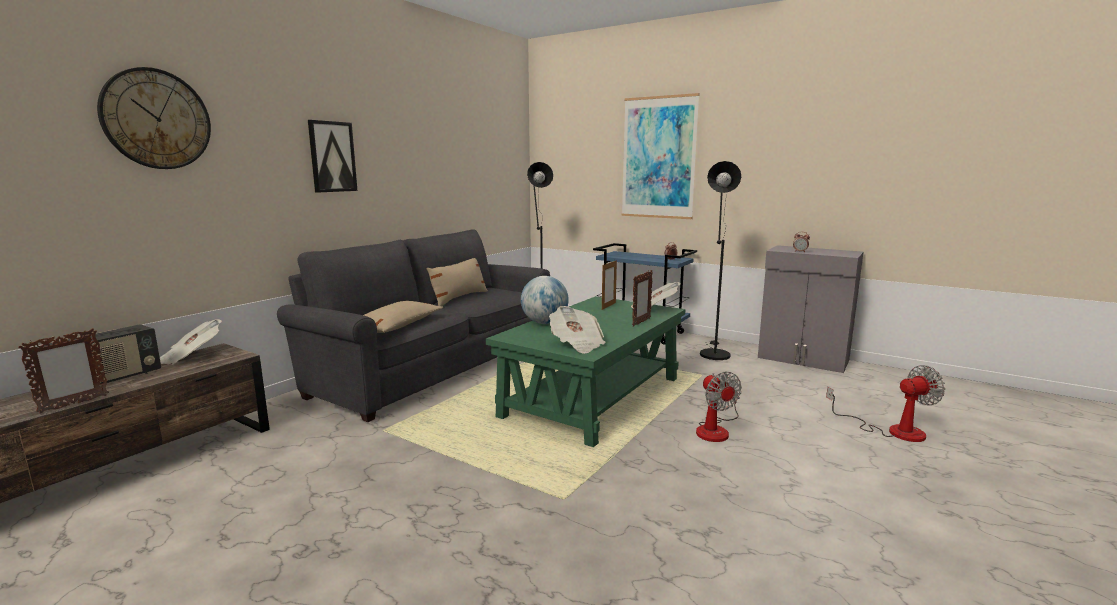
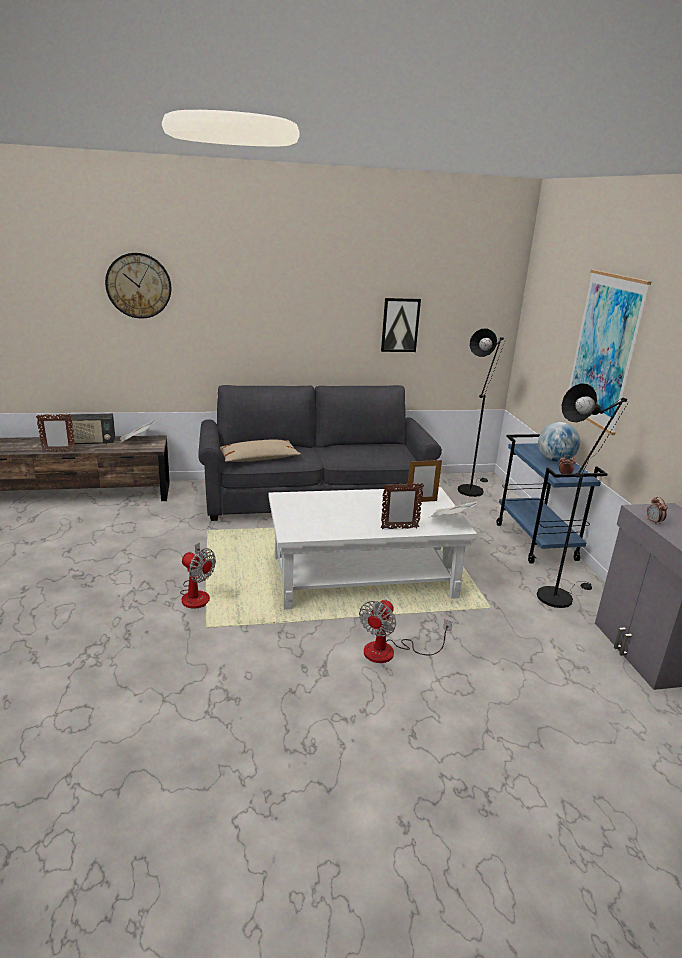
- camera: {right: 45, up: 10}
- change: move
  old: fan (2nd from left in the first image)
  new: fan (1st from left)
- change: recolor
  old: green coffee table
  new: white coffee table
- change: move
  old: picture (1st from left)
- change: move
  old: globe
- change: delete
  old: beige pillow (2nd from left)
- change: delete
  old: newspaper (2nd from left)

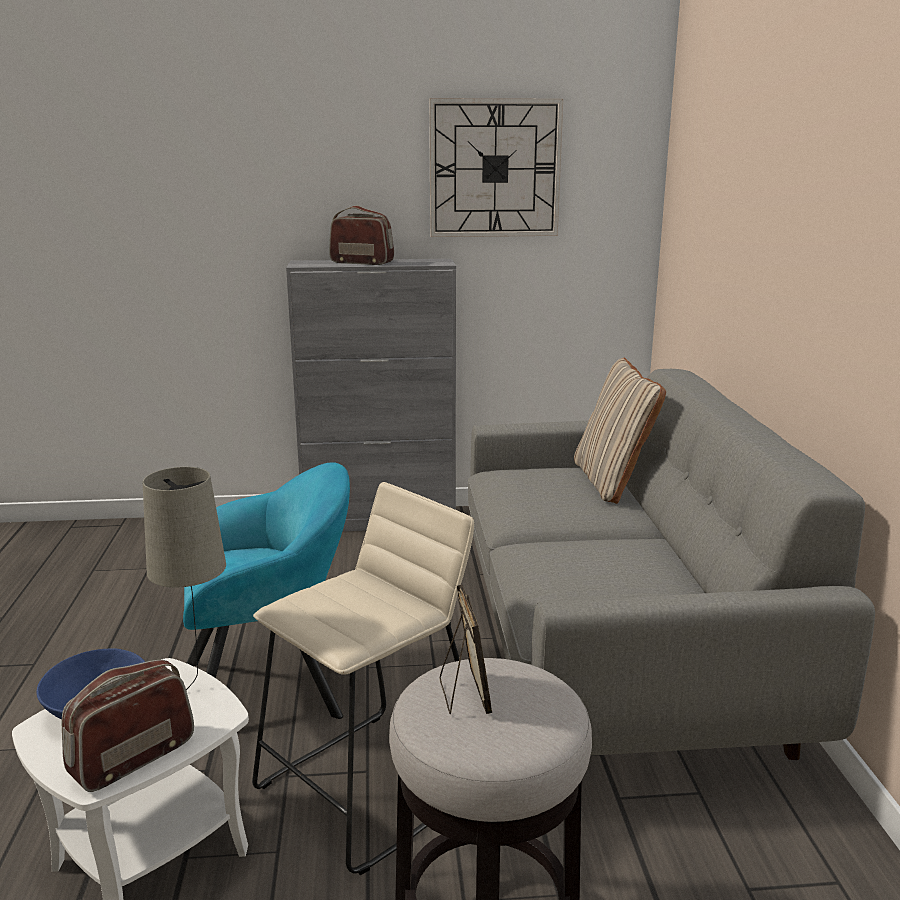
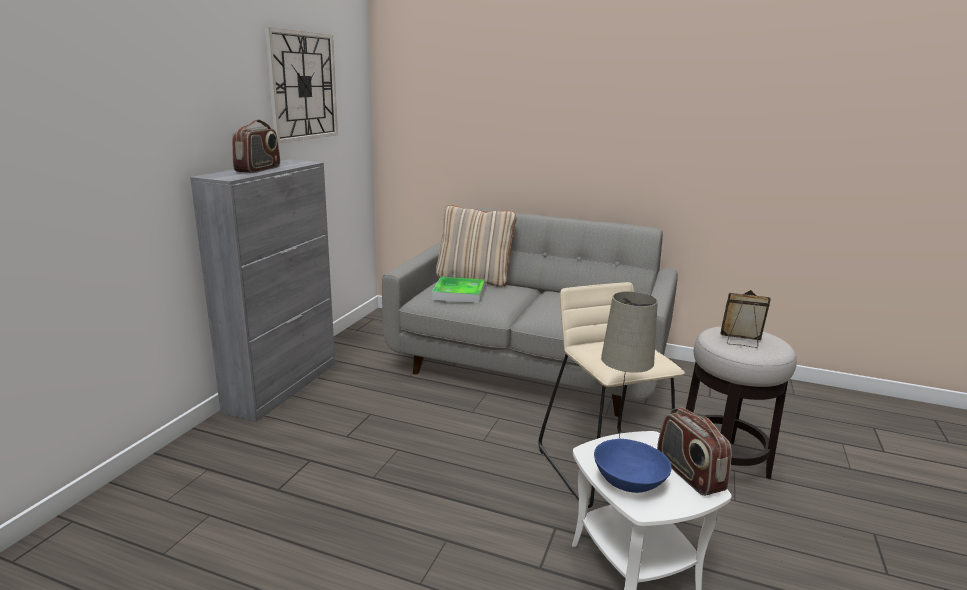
- camera: {right: -65, up: 0}
- change: rotate
  old: radio (2nd from left in the first image)
  degrees: 150
- change: insert
  new: tray
- change: delete
  old: turquoise armchair

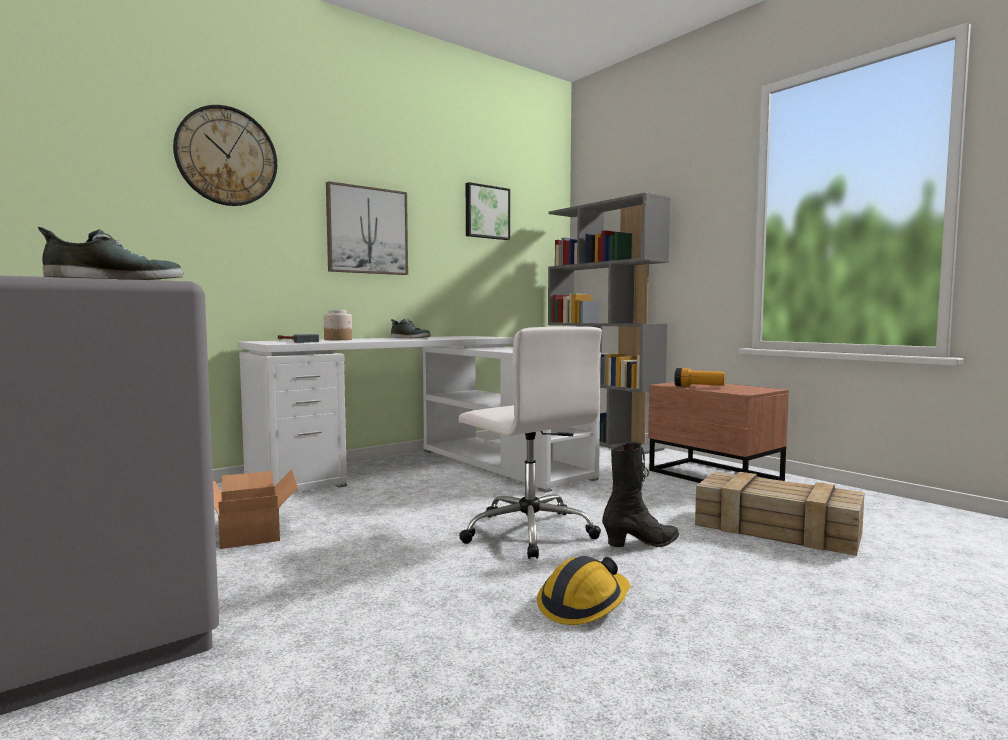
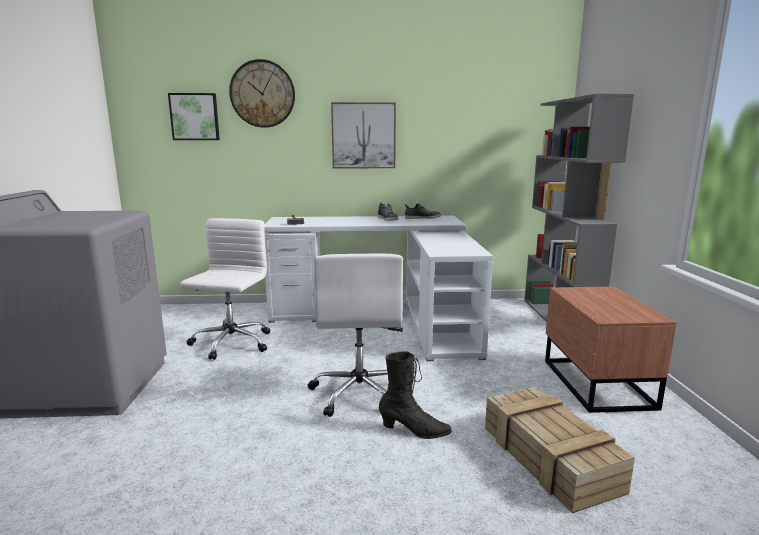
- camera: {right: 35, up: 10}
- change: move
  old: picture (2nd from left in the first image)
  new: picture (1st from left)
- change: replace
  old: cardboard box
  new: white office chair (1st from left)
- change: move
  old: shoe (1st from left in the first image)
  new: shoe (2nd from left)
- change: delete
  old: jar
- change: delete
  old: hard hat
- change: delete
  old: flashlight

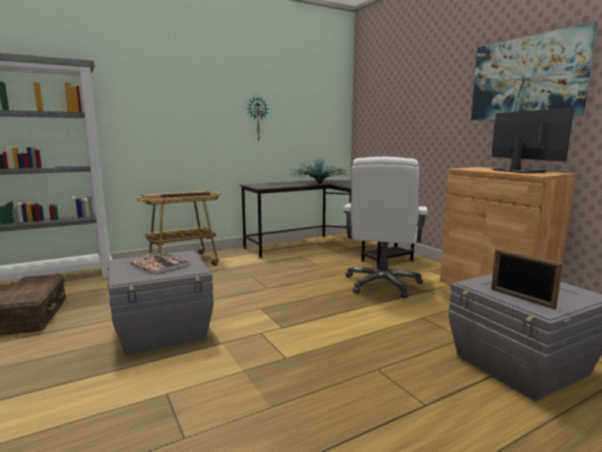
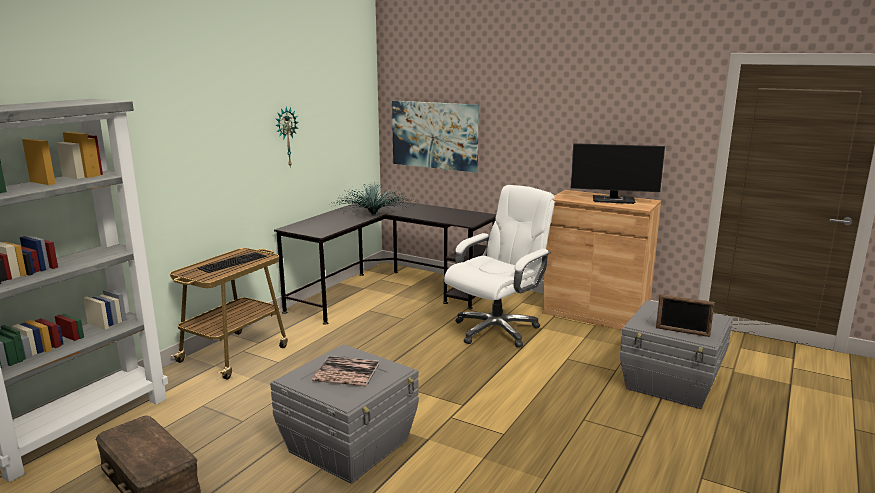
- camera: {right: -30, up: 5}
- change: move
  old: picture
- change: rotate
  old: white office chair
  degrees: -120
- change: rotate
  old: monitor
  degrees: 150

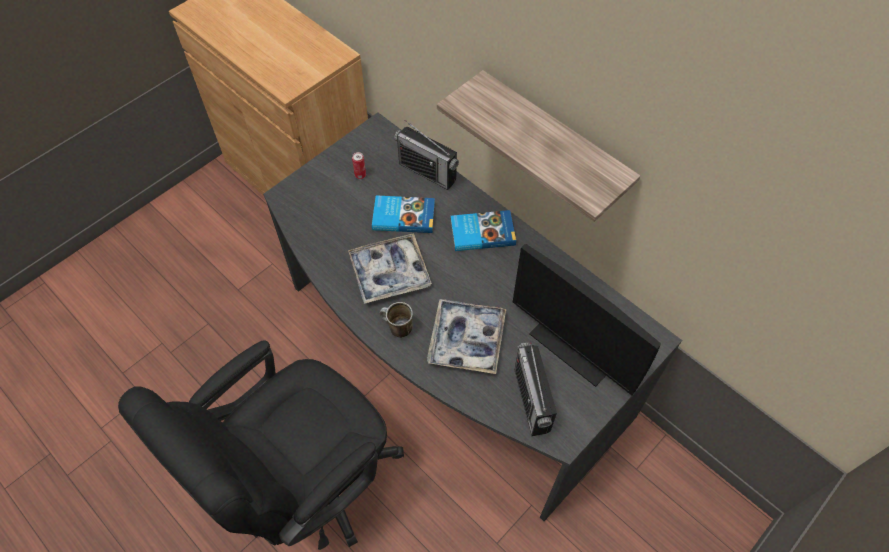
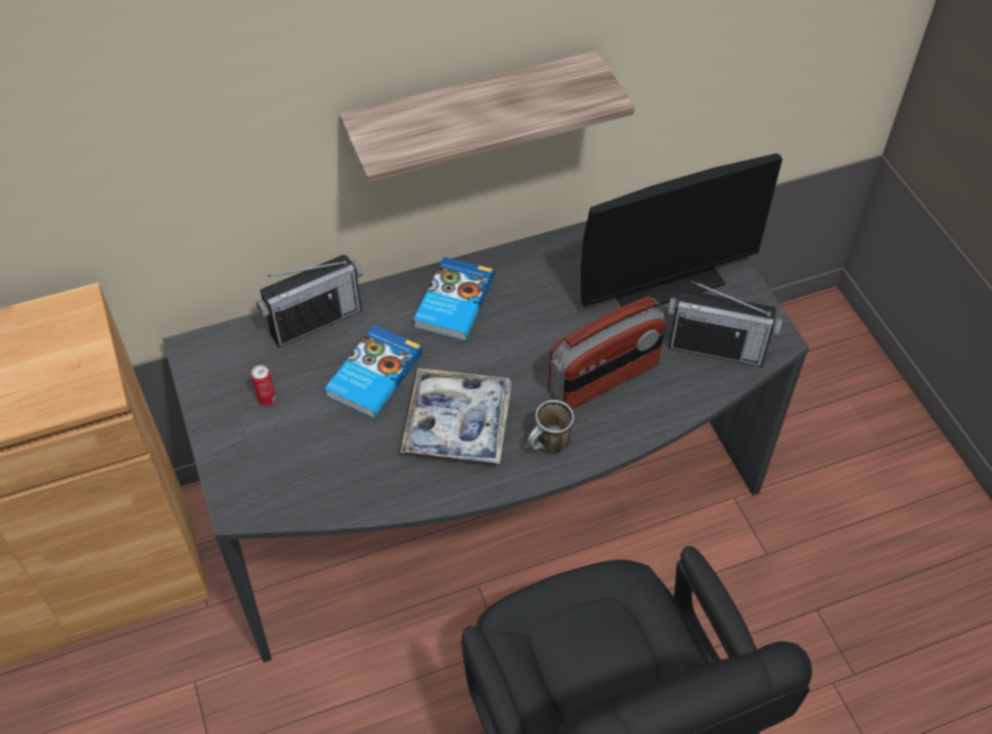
- camera: {right: -65, up: -5}
- change: replace
  old: tray (2nd from left)
  new: radio (2nd from left)

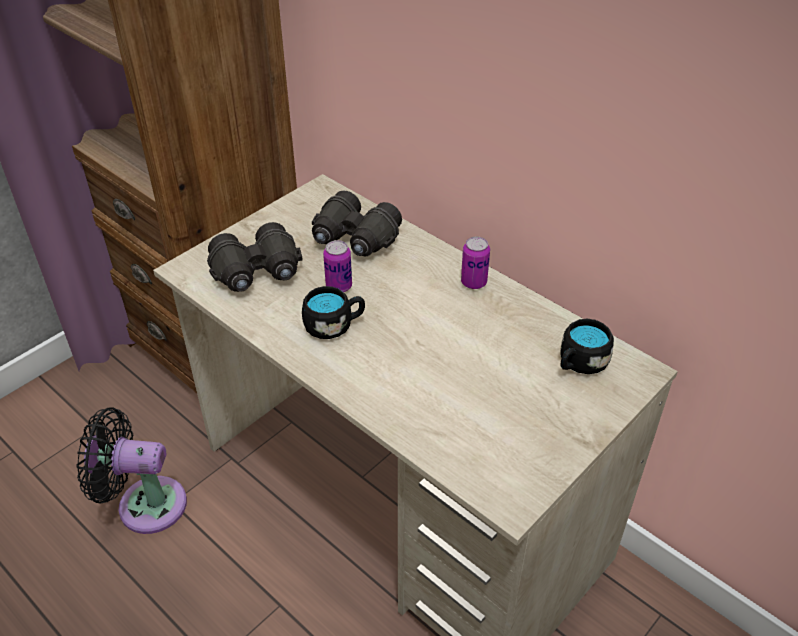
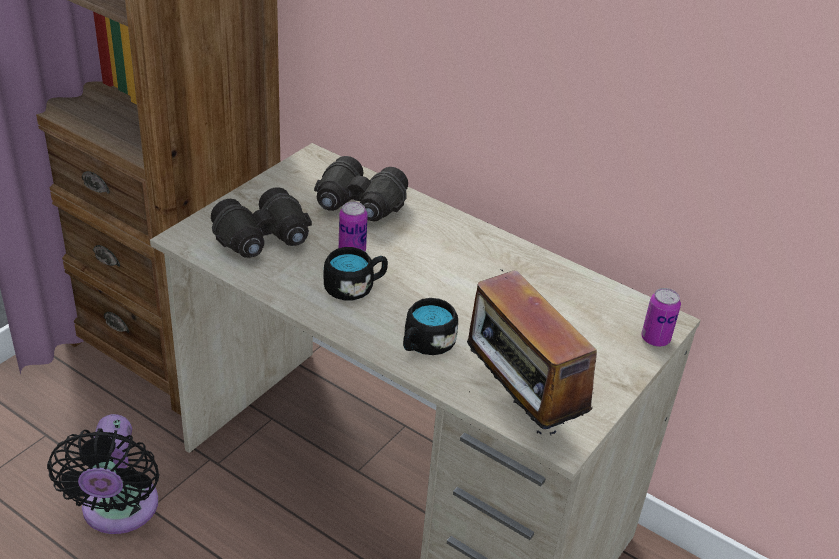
- camera: {right: -10, up: -5}
- change: rotate
  old: black fan
  degrees: -90
- change: move
  old: black mug (2nd from left)
- change: insert
  new: radio
- change: move
  old: can (2nd from left)

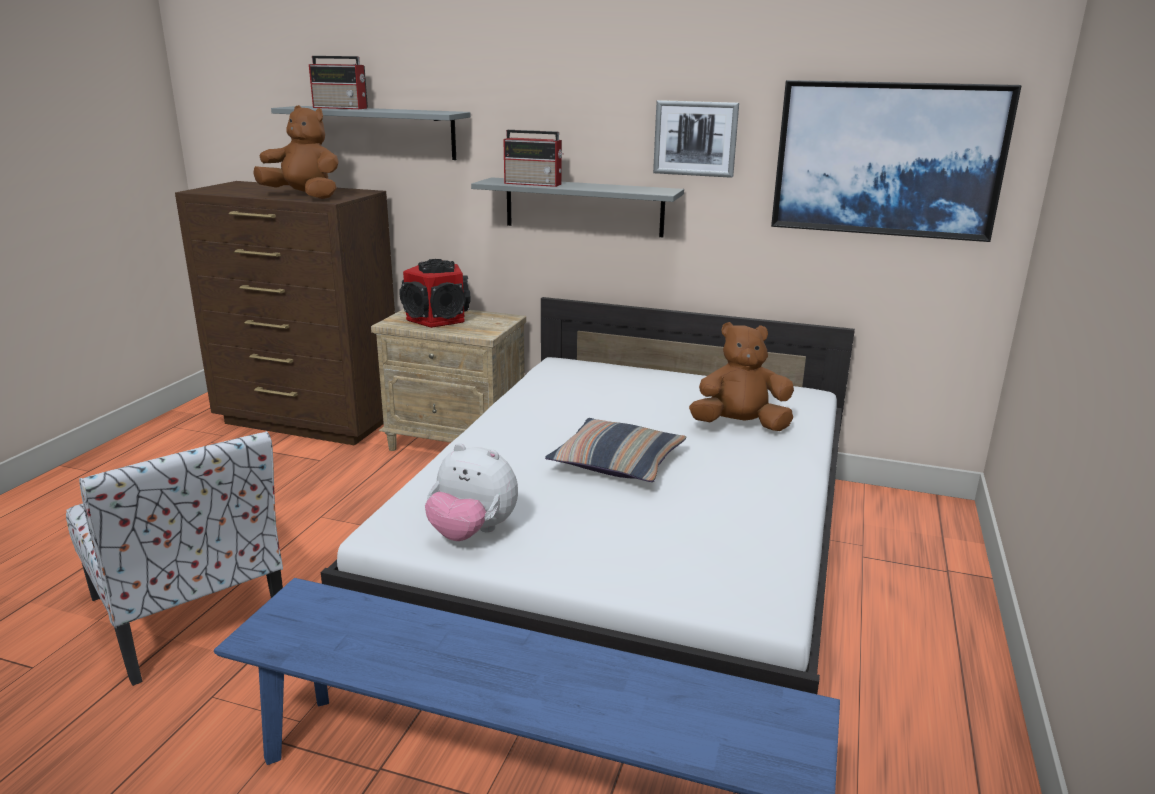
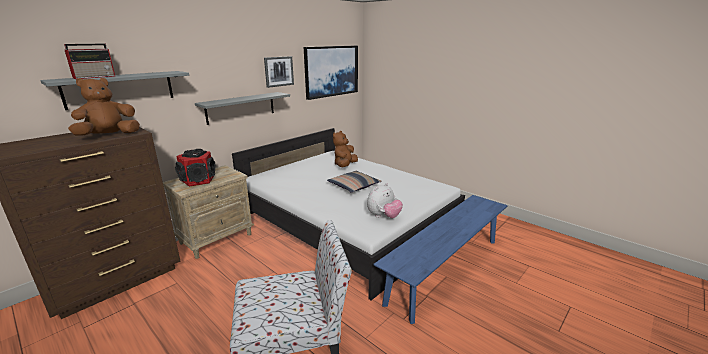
- camera: {right: -65, up: 0}
- change: delete
  old: radio (2nd from left)

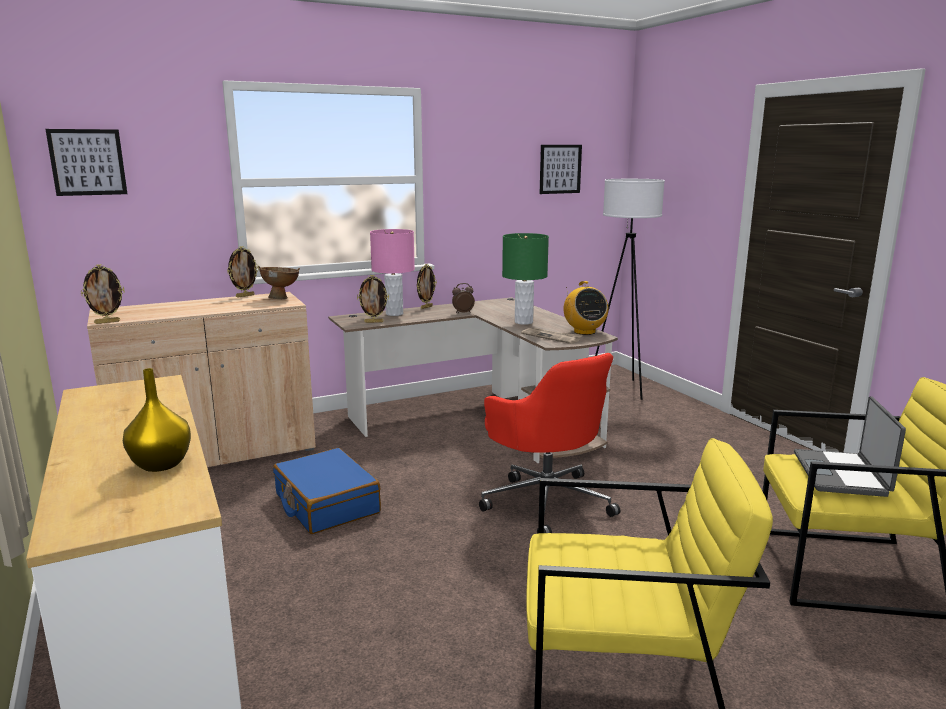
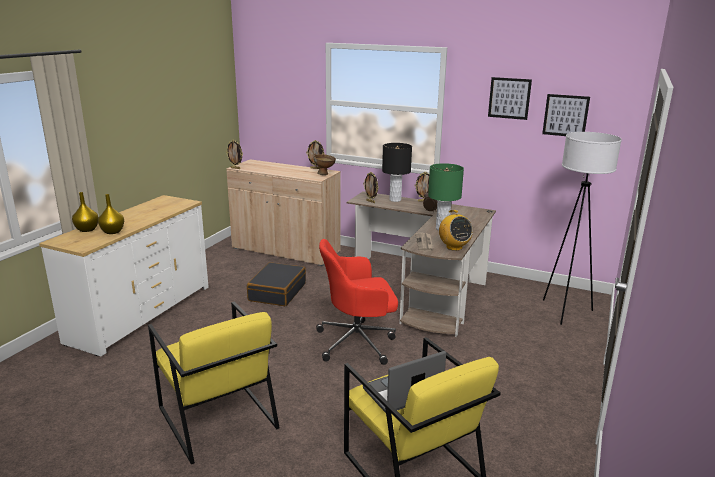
- camera: {right: 50, up: 5}
- change: insert
  new: yellow vase (1st from left)
- change: recolor
  old: blue suitcase
  new: black suitcase
- change: rotate
  old: red office chair
  degrees: 60
- change: recolor
  old: pink table lamp
  new: black table lamp
- change: rotate
  old: radio
  degrees: -60
- change: move
  old: picture (1st from left)

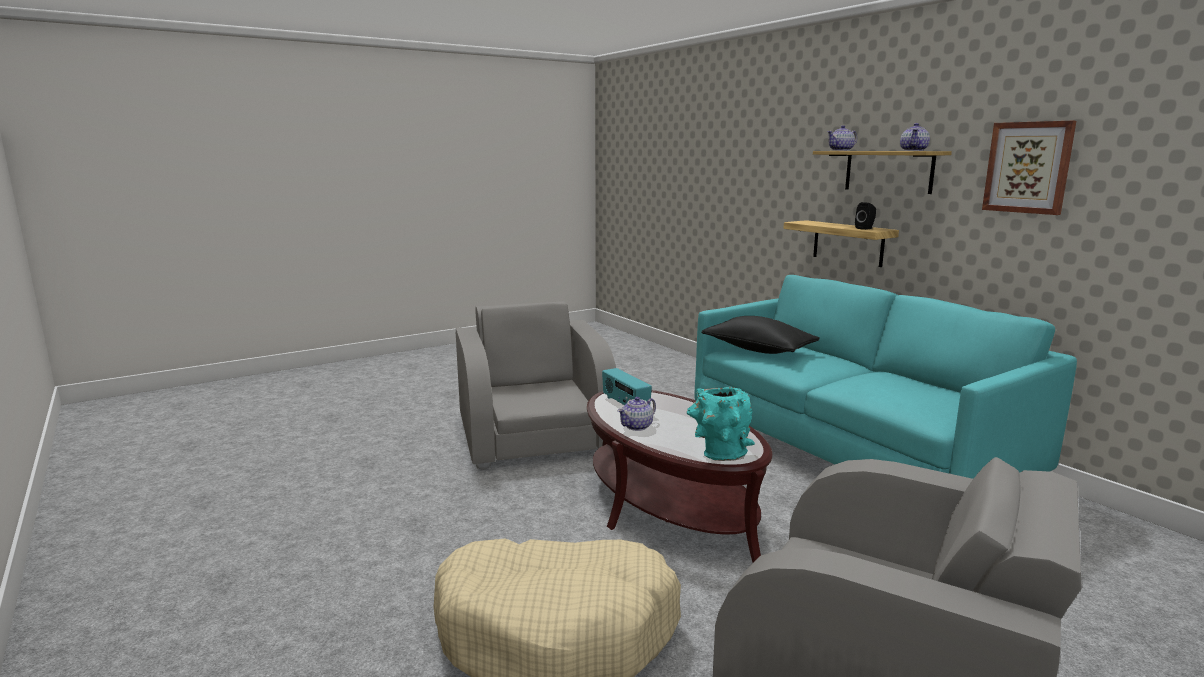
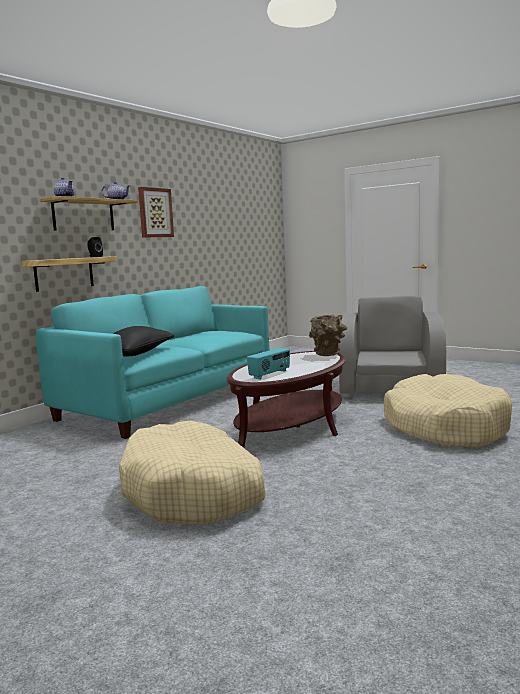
- camera: {right: -110, up: -5}
- change: replace
  old: grey armchair (1st from left)
  new: beige dog bed (1st from left)
- change: recolor
  old: turquoise vase
  new: brown vase
- change: delete
  old: teapot (1st from left)

